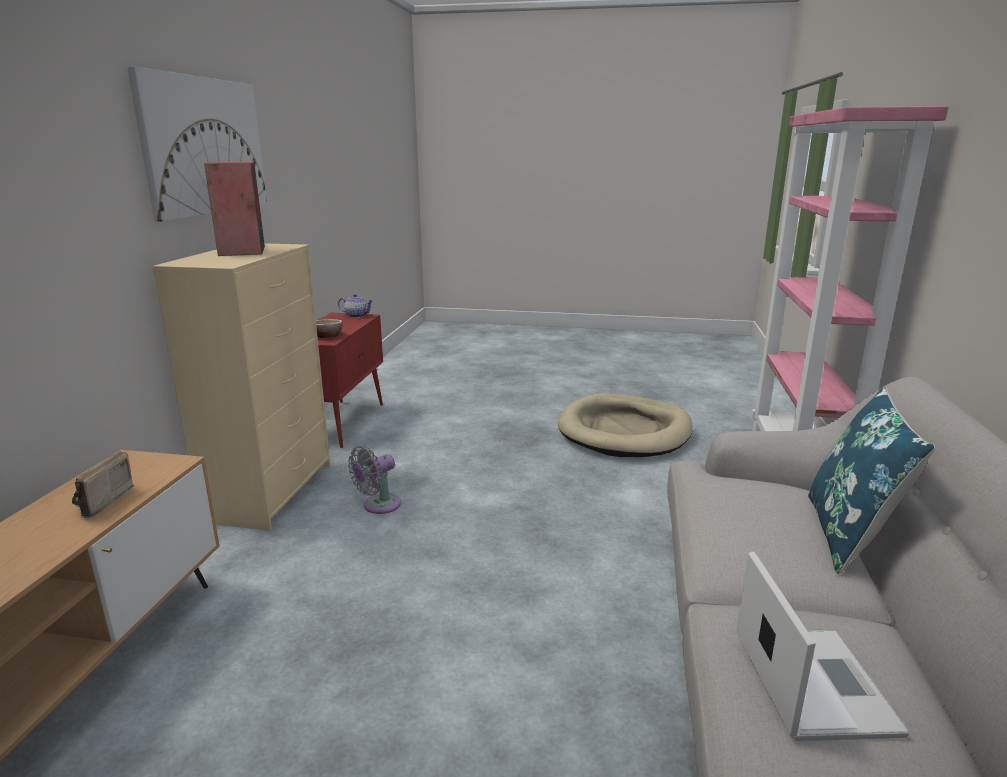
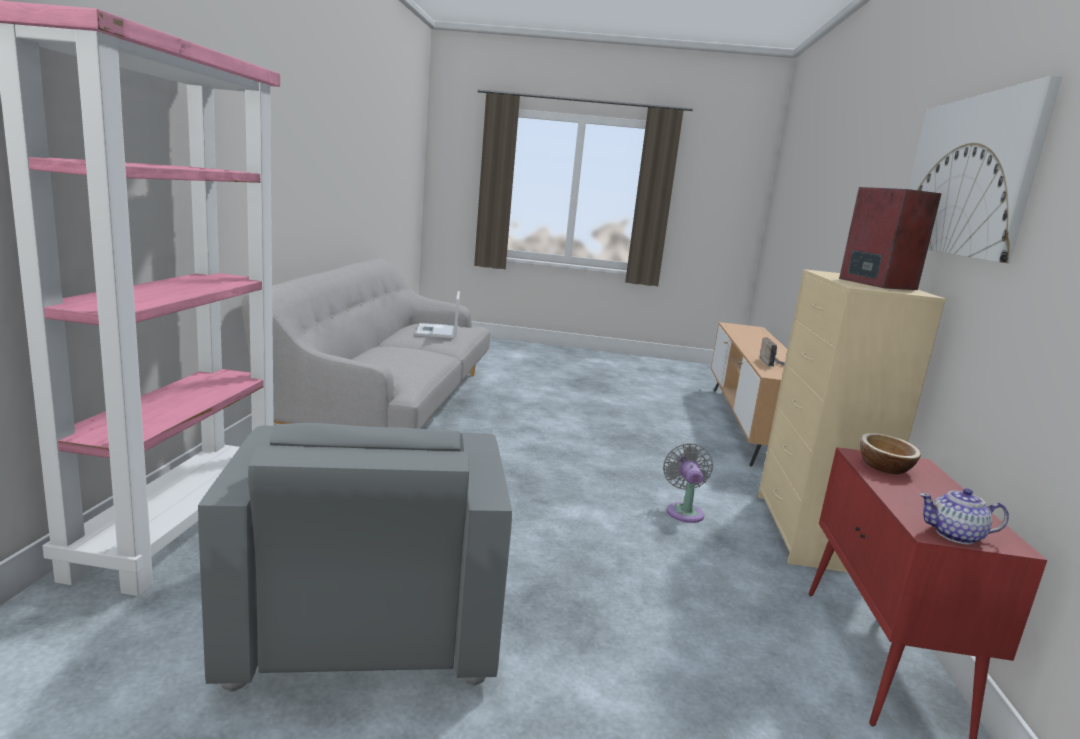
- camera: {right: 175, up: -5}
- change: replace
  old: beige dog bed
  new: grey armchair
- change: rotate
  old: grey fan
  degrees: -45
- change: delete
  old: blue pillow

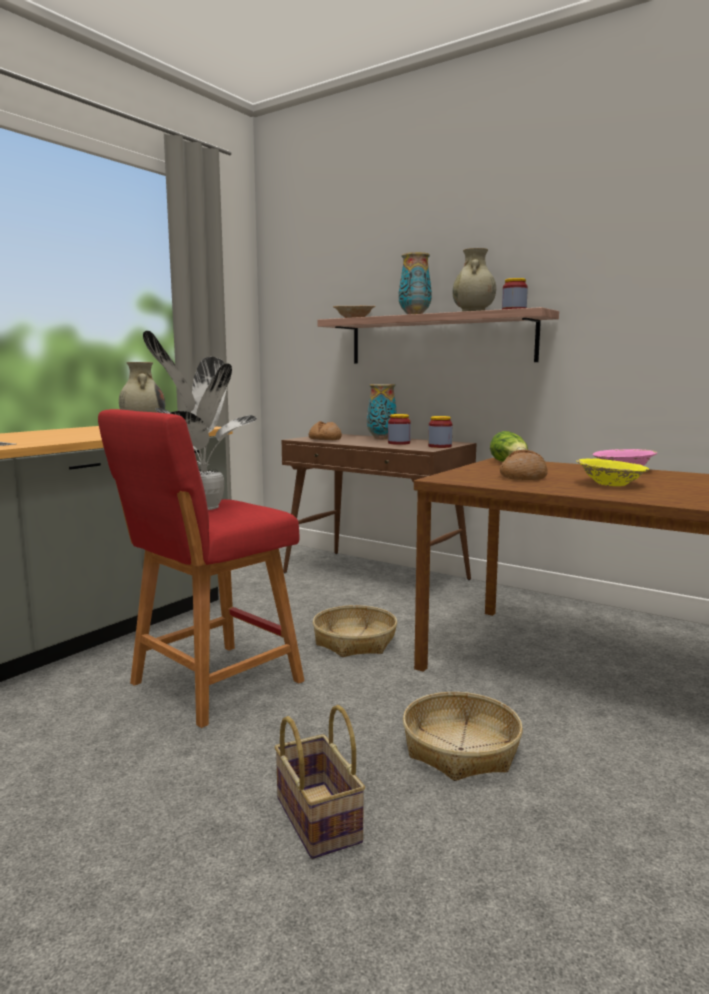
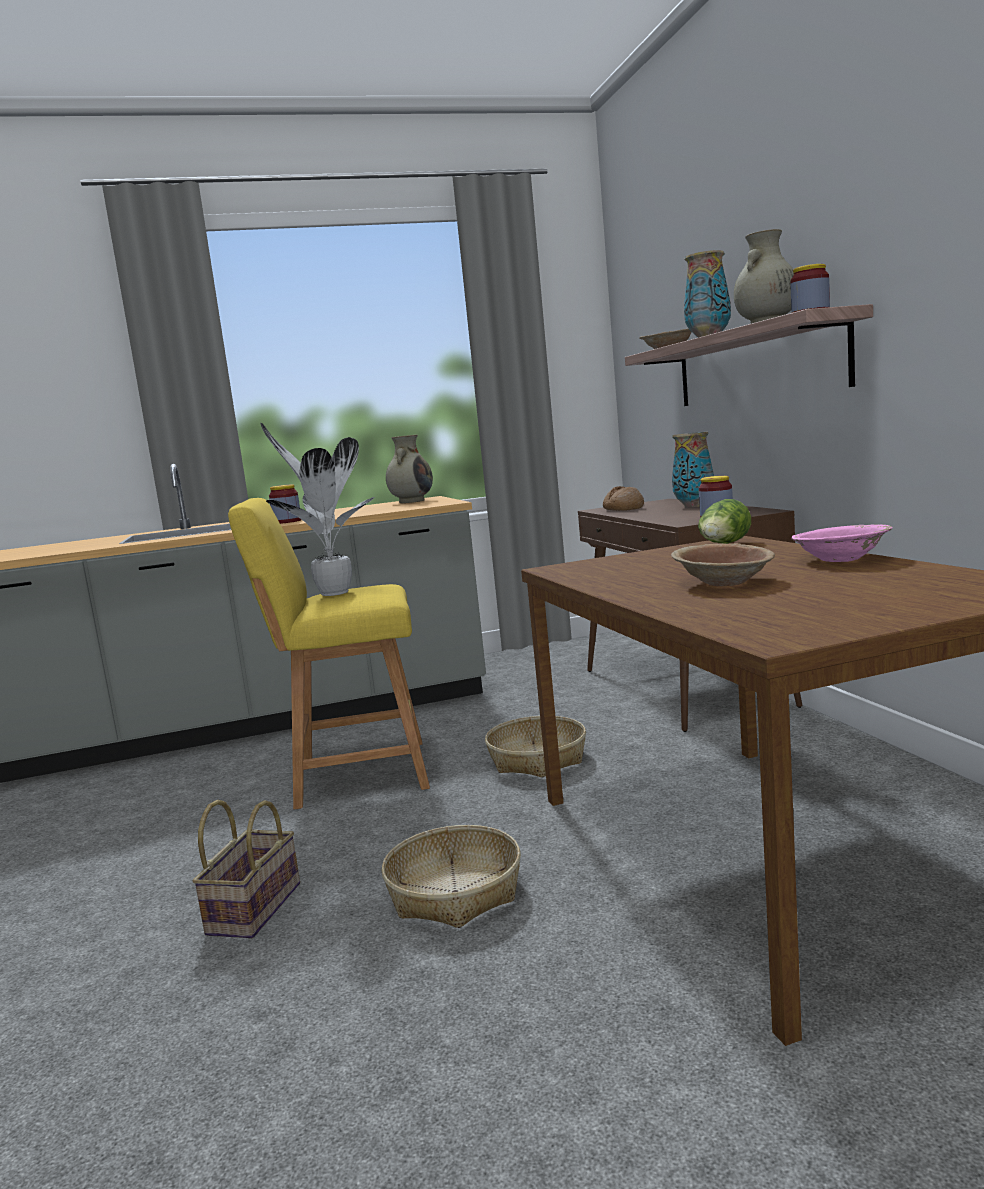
- camera: {right: 40, up: 0}
- change: recolor
  old: red stool
  new: yellow stool
- change: move
  old: jar (1st from left)
- change: recolor
  old: yellow bowl
  new: brown bowl (2nd from left)
- change: delete
  old: bread (2nd from left)

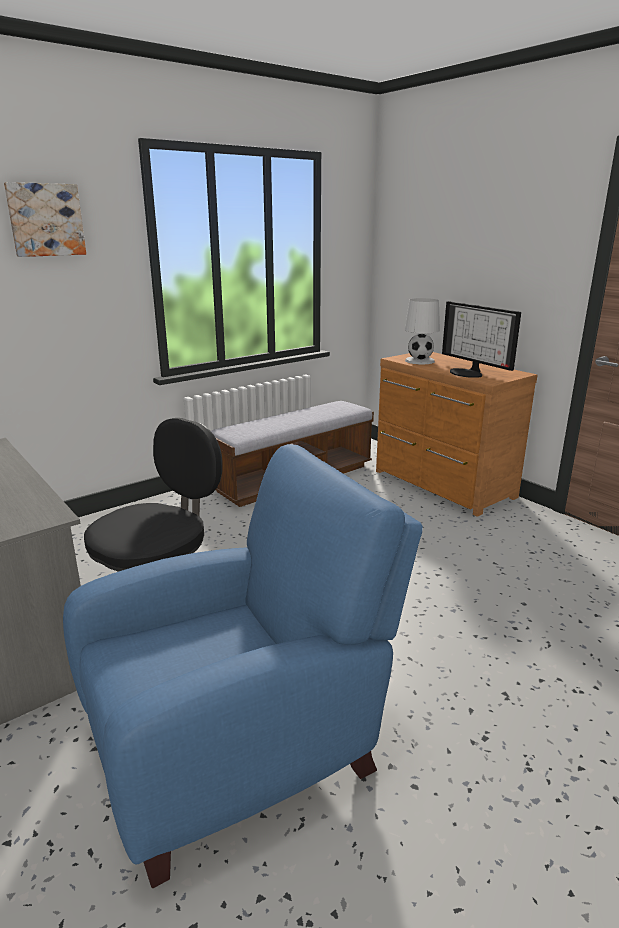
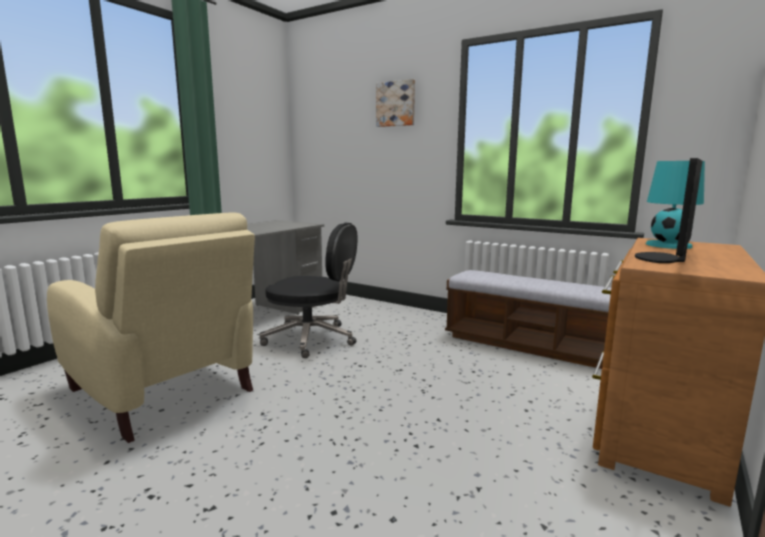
- camera: {right: 70, up: -10}
- change: recolor
  old: blue armchair
  new: beige armchair
- change: recolor
  old: white table lamp
  new: turquoise table lamp

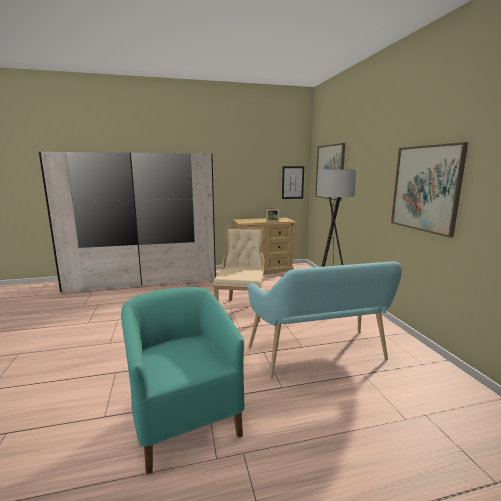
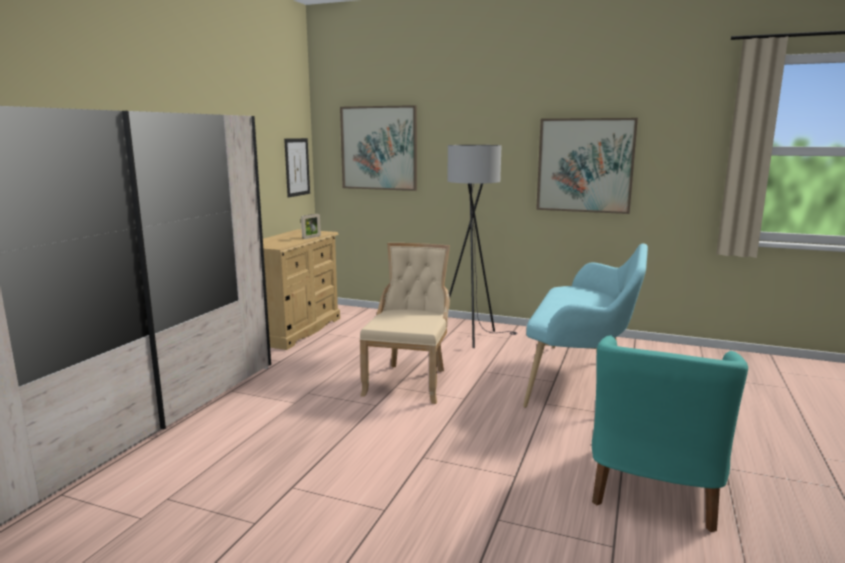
- camera: {right: -55, up: 0}
- change: rotate
  old: beige chair
  degrees: 60
- change: rotate
  old: turquoise armchair
  degrees: -75

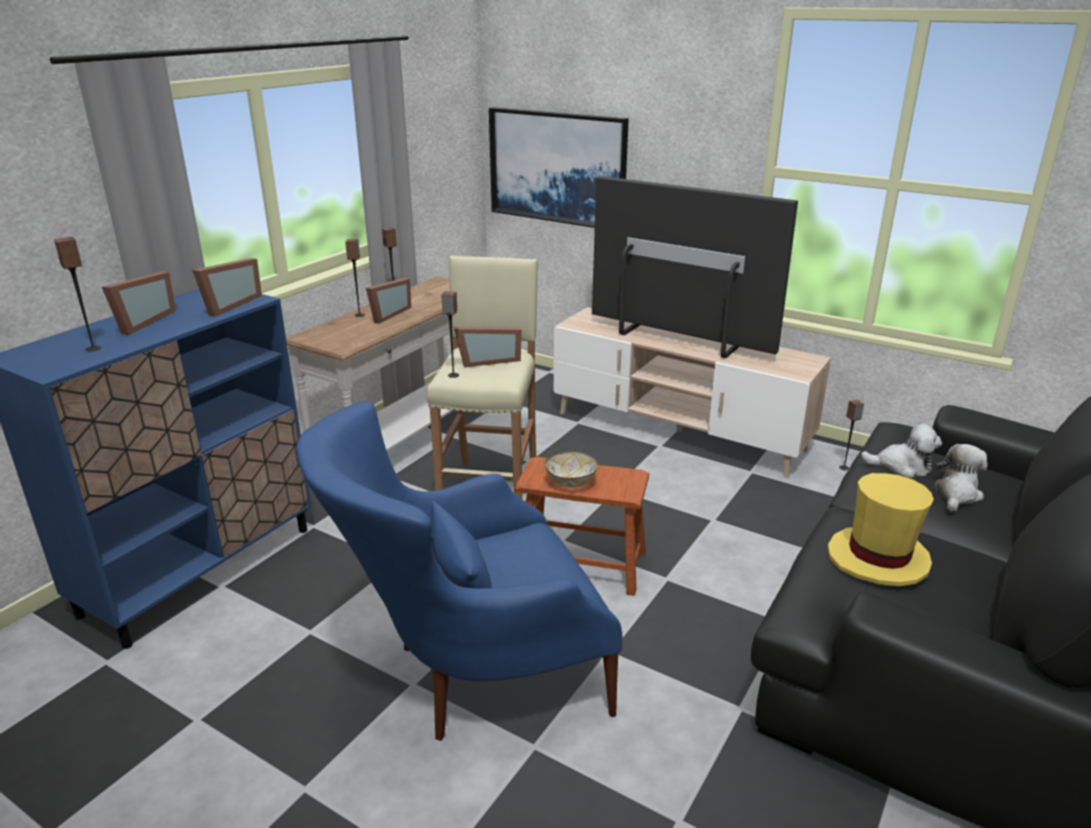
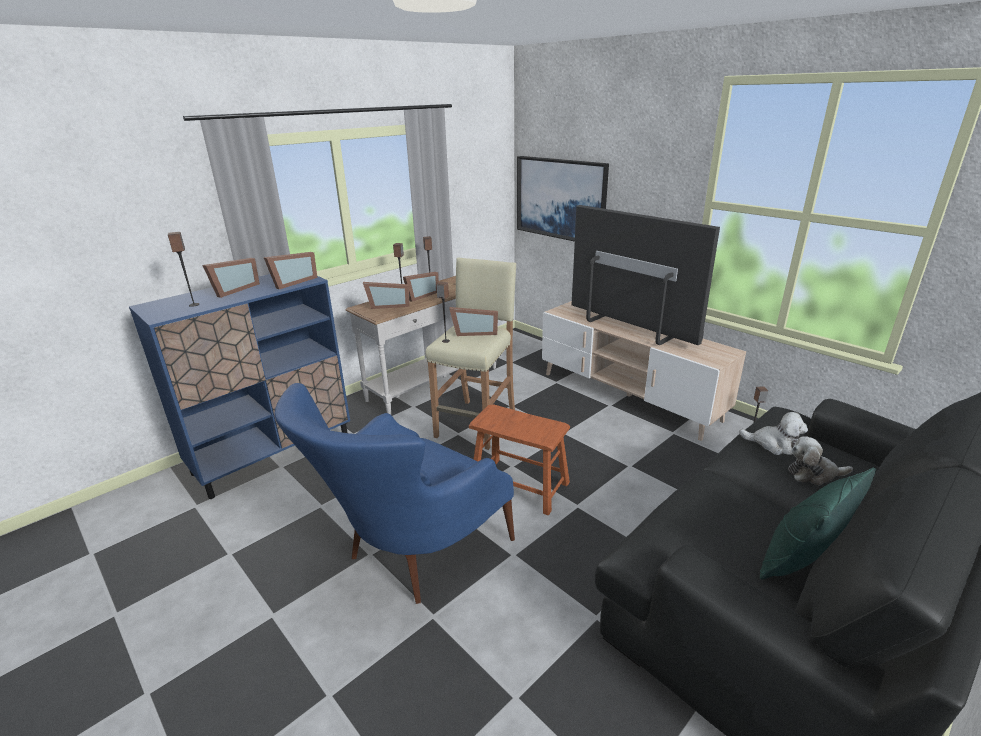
- camera: {right: 15, up: 0}
- change: rotate
  old: blue armchair
  degrees: -45
- change: insert
  new: picture frame (3rd from left)
- change: insert
  new: green pillow
- change: rotate
  old: plush toy (2nd from left)
  degrees: -135
- change: delete
  old: bowl
- change: delete
  old: yellow hat

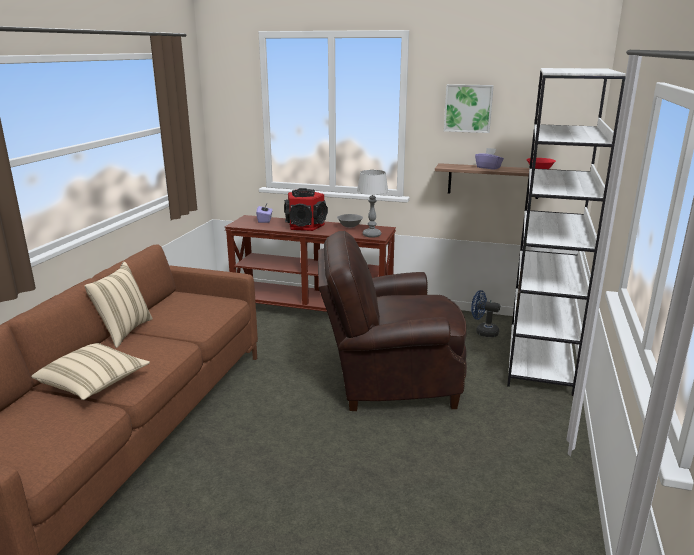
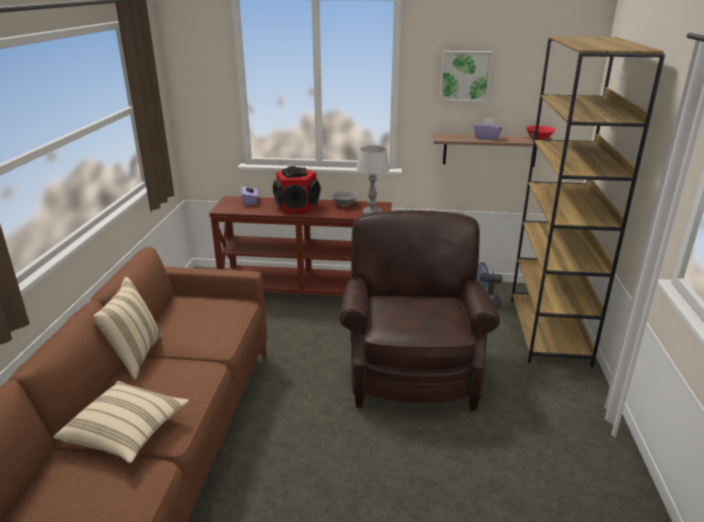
- camera: {right: -10, up: 5}
- change: rotate
  old: brown armchair
  degrees: 105
- change: recolor
  old: white bookcase
  new: brown bookcase

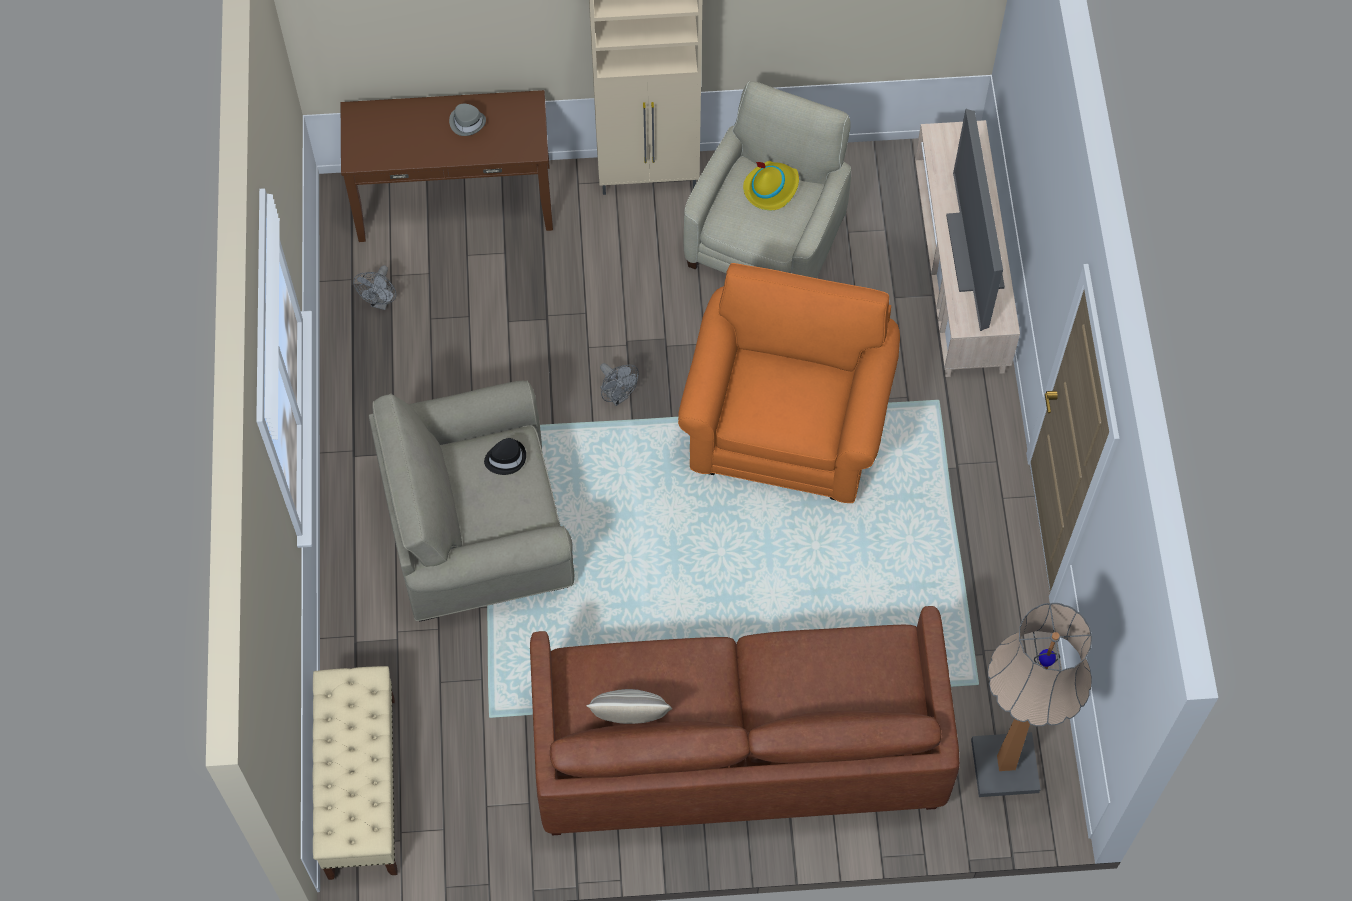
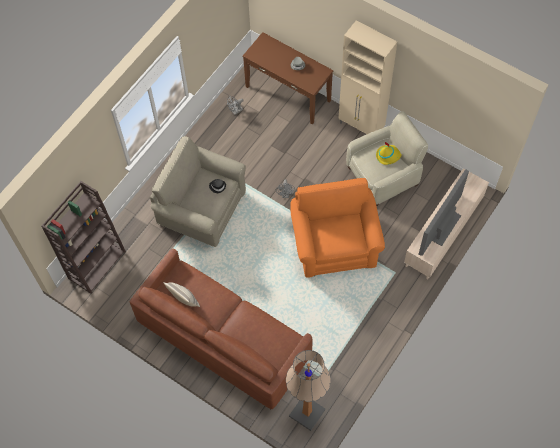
- camera: {right: 40, up: 0}
- change: replace
  old: beige bench
  new: brown bookcase
- change: rotate
  old: orange armchair
  degrees: -60

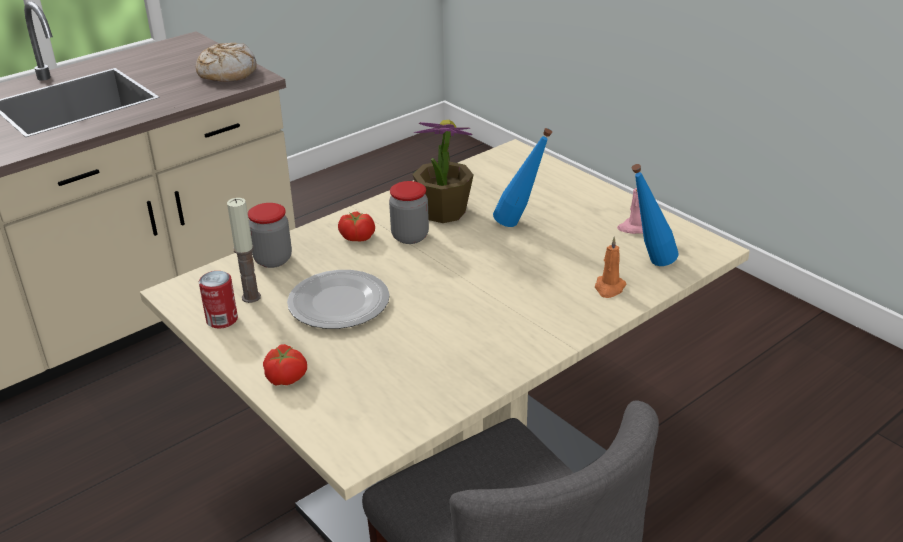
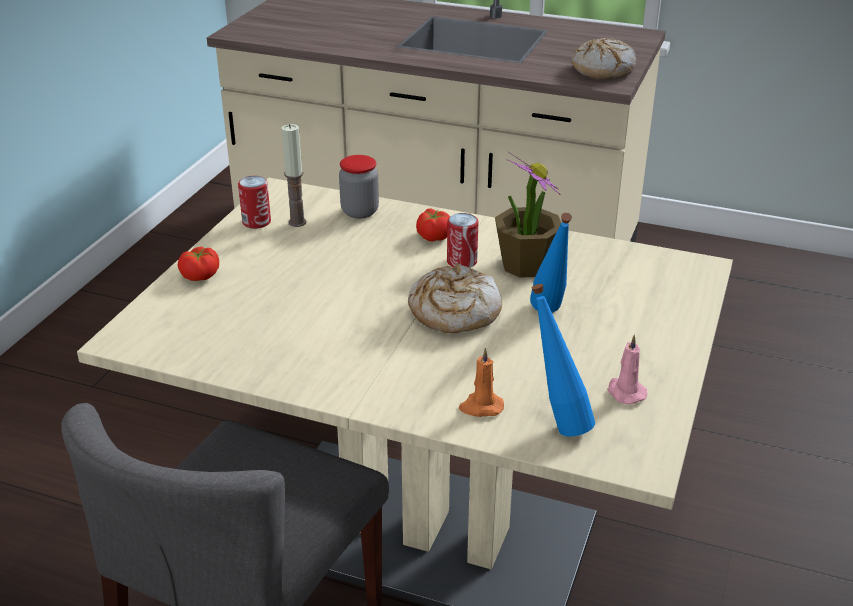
- camera: {right: 60, up: 0}
- change: insert
  new: bread (1st from left)
- change: replace
  old: jar (2nd from left)
  new: can (2nd from left)
- change: delete
  old: plate

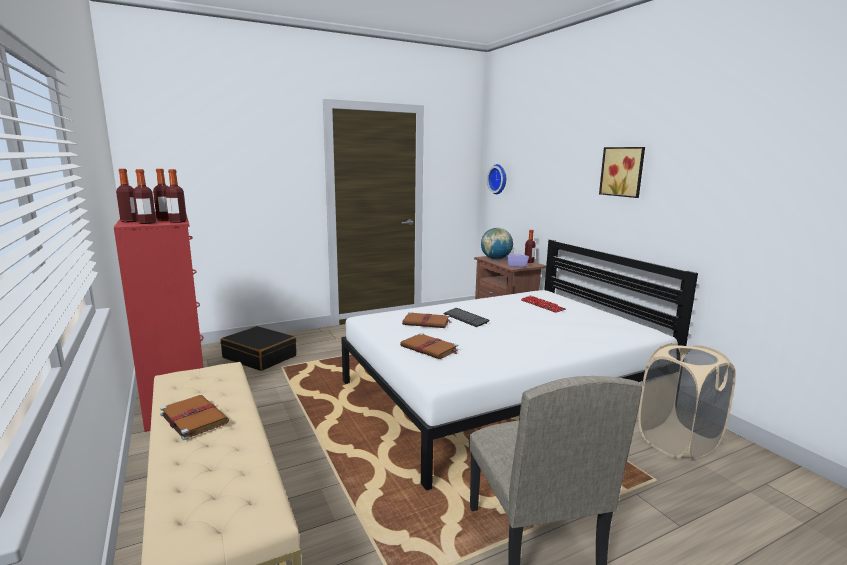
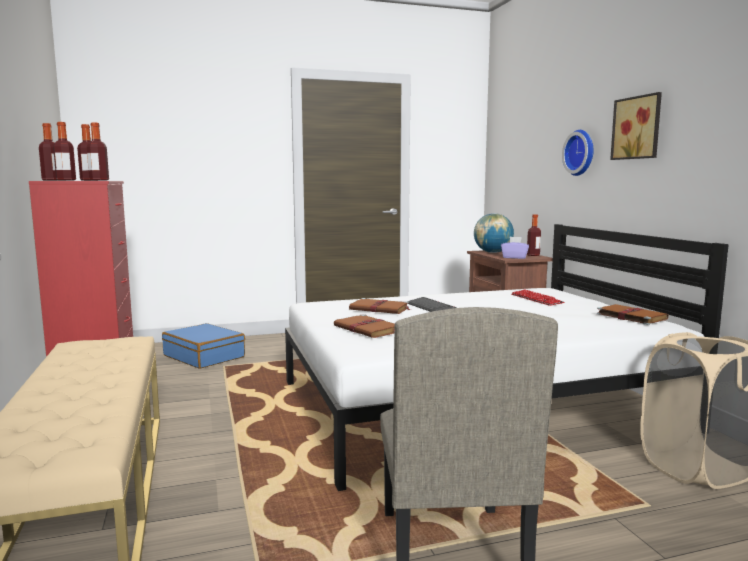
- camera: {right: 10, up: -5}
- change: recolor
  old: black suitcase
  new: blue suitcase
- change: move
  old: wall clock
- change: move
  old: brown book (1st from left in the first image)
  new: brown book (3rd from left)

